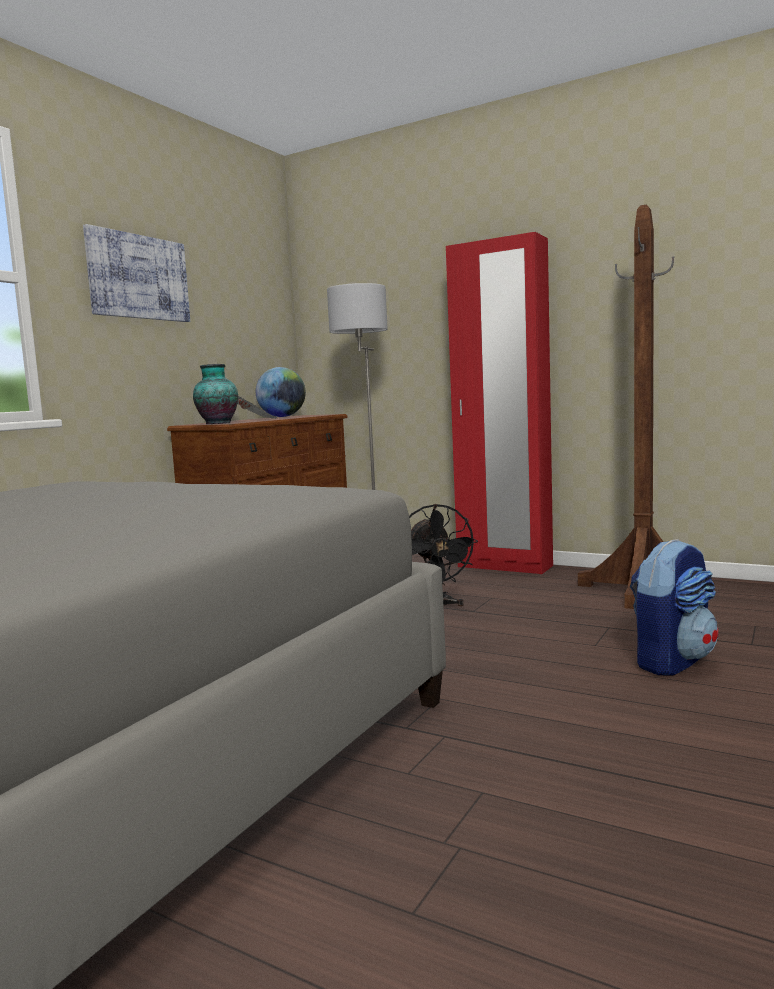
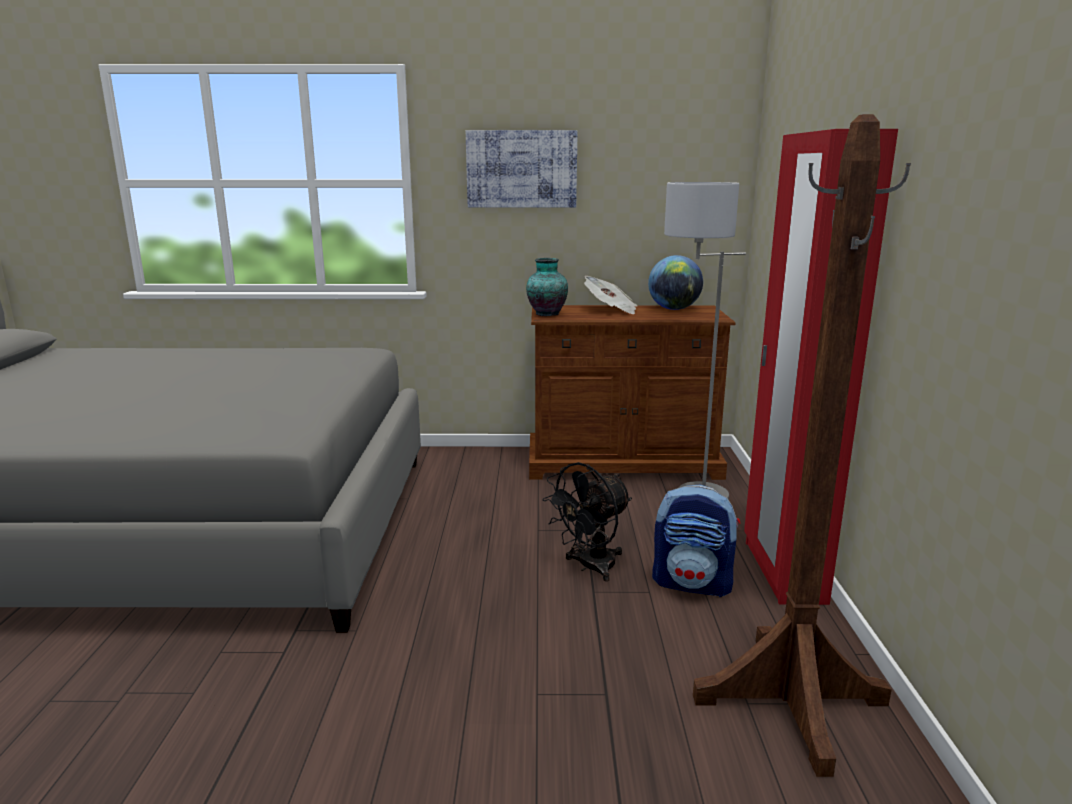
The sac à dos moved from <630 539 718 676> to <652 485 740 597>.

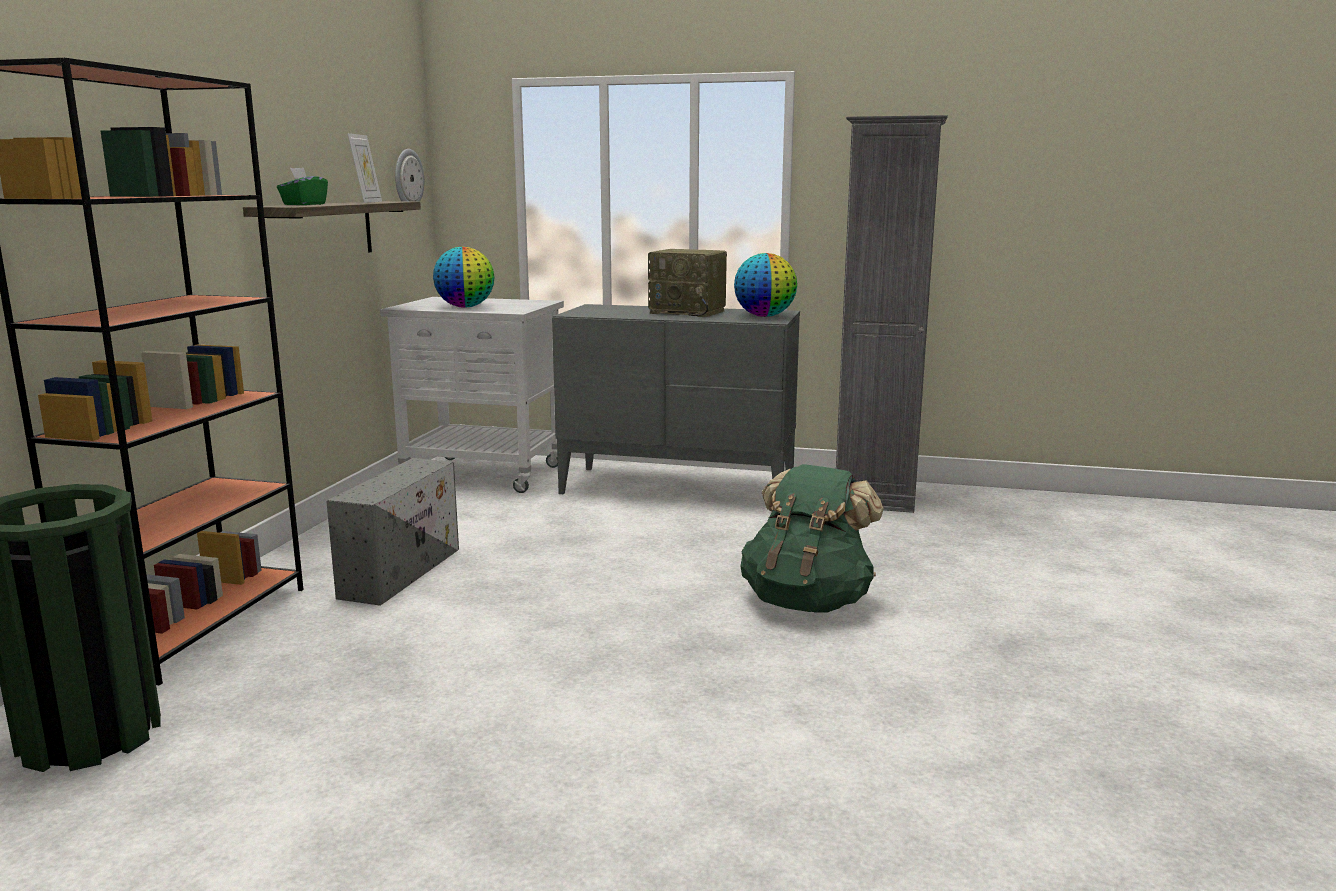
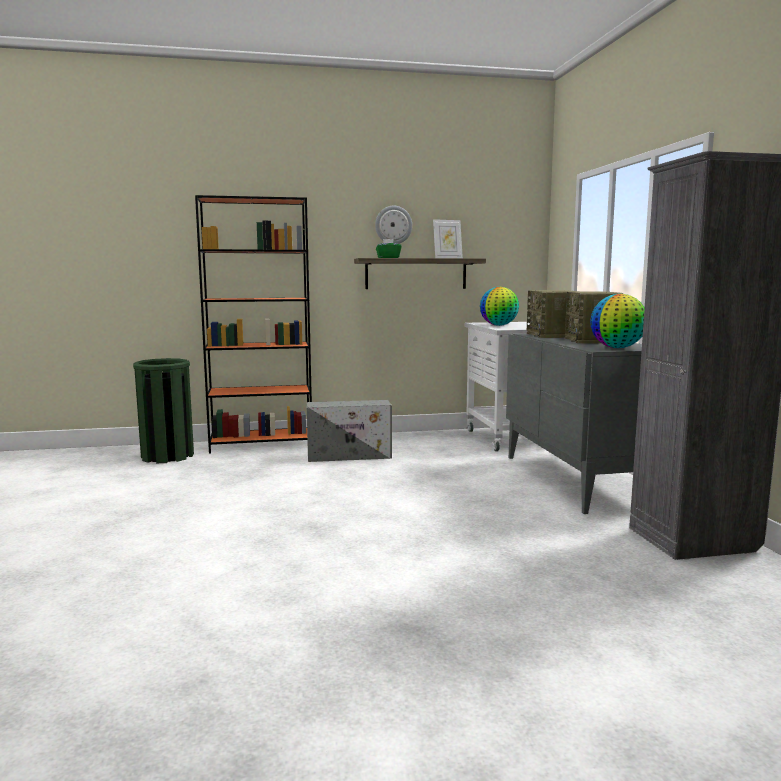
The horloge murale moved from <395 149 424 202> to <375 206 412 244>. The sac à dos [vert] at <740 464 884 612> disappeared. The radio at <527 290 580 338> appeared.

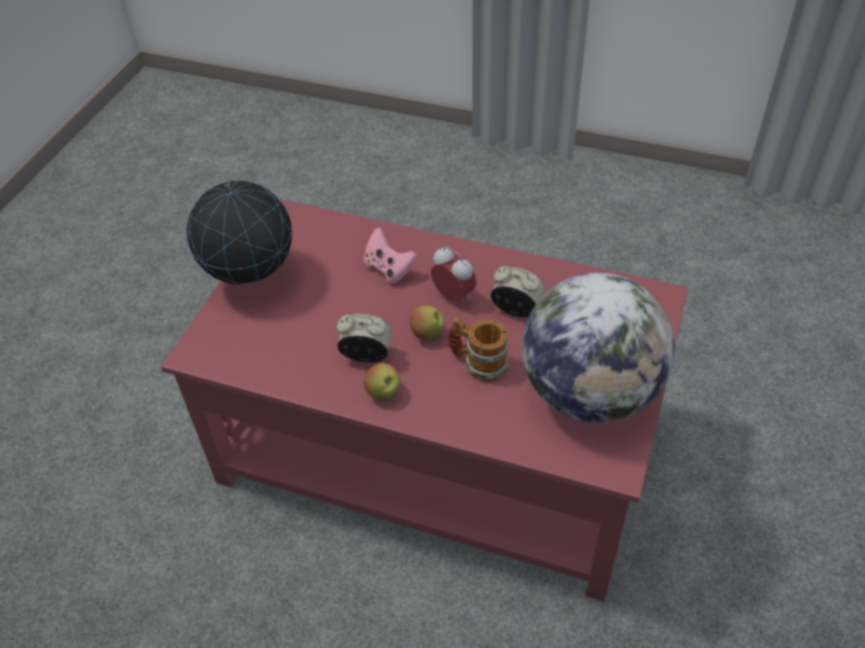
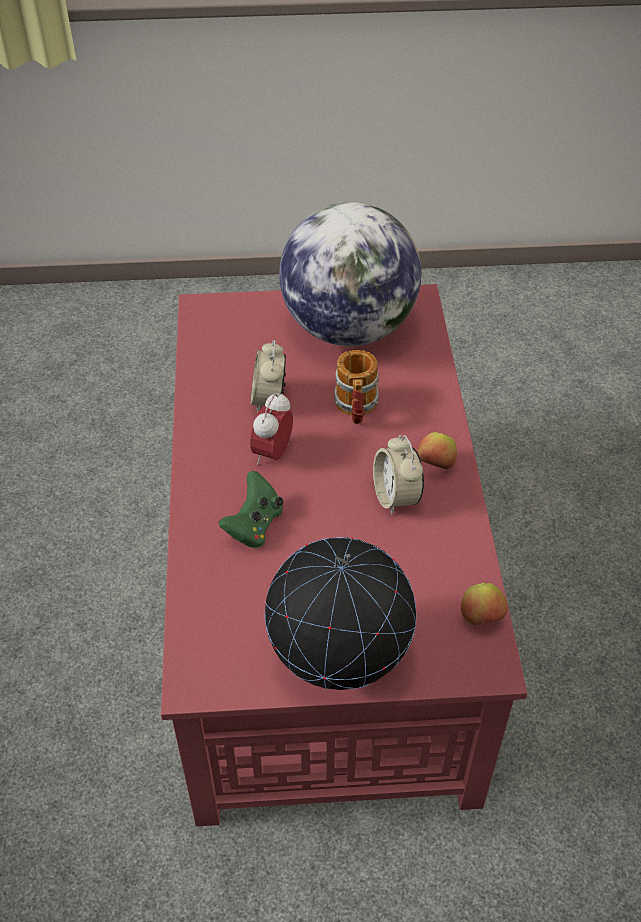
The manette [rose] at <364 227 418 283> became the manette [vert] at <219 471 283 548>. The pomme moved from <409 305 444 341> to <461 583 508 625>.

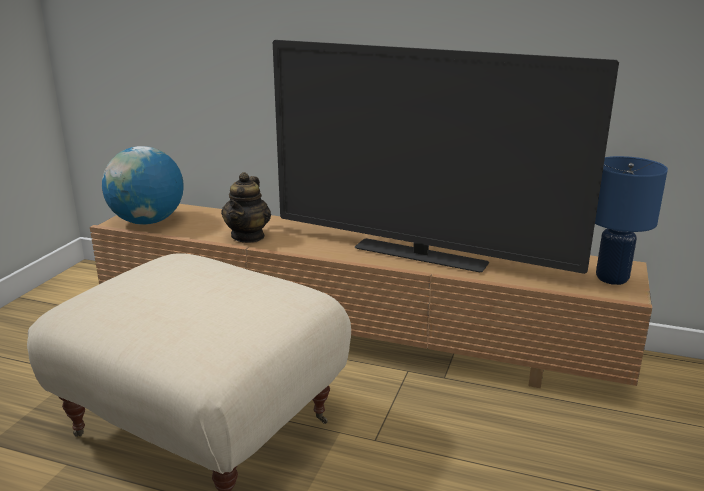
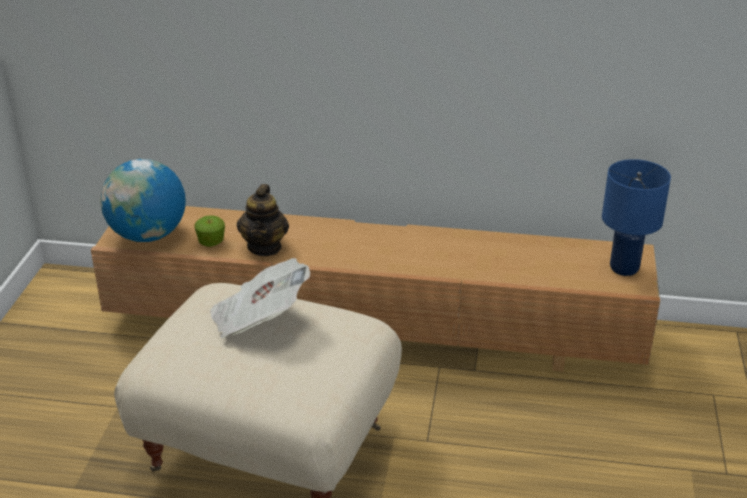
The téléviseur at <273 40 619 274> disappeared. The pomme at <194 215 225 247> appeared. The journal at <210 258 310 339> appeared.

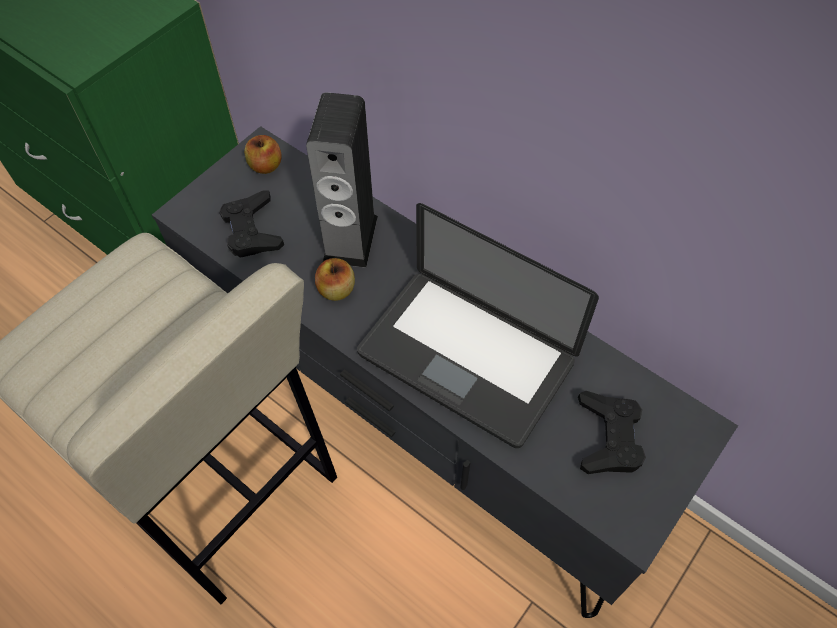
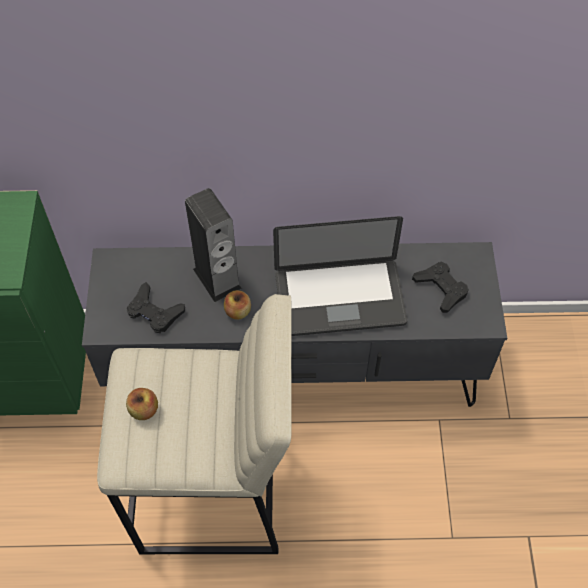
The pomme moved from <244 135 282 174> to <126 388 158 420>.

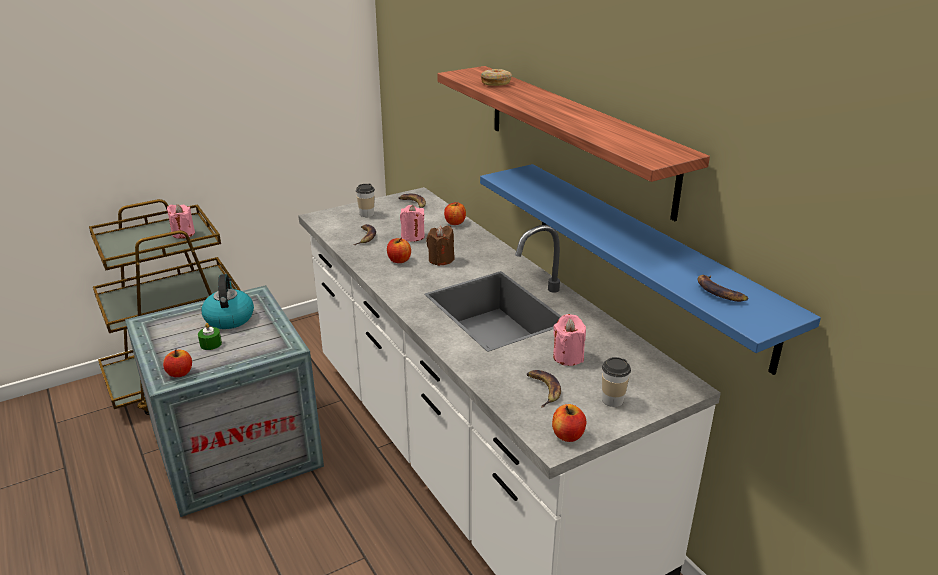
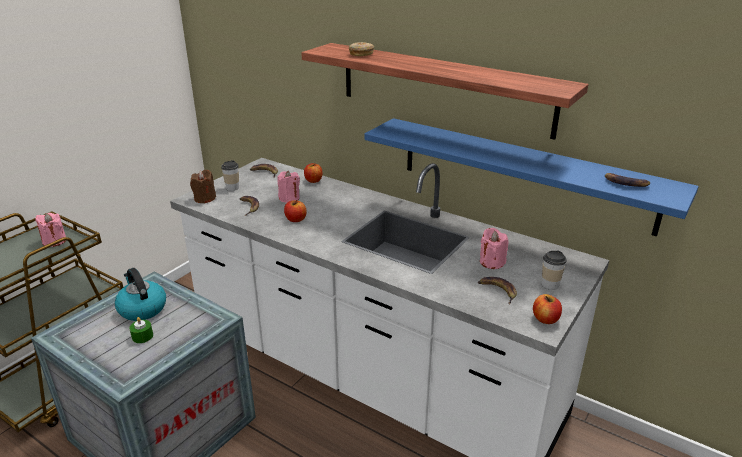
The bougie [marron] moved from <426 226 455 266> to <190 170 216 203>. The pomme at <163 349 192 377> disappeared.

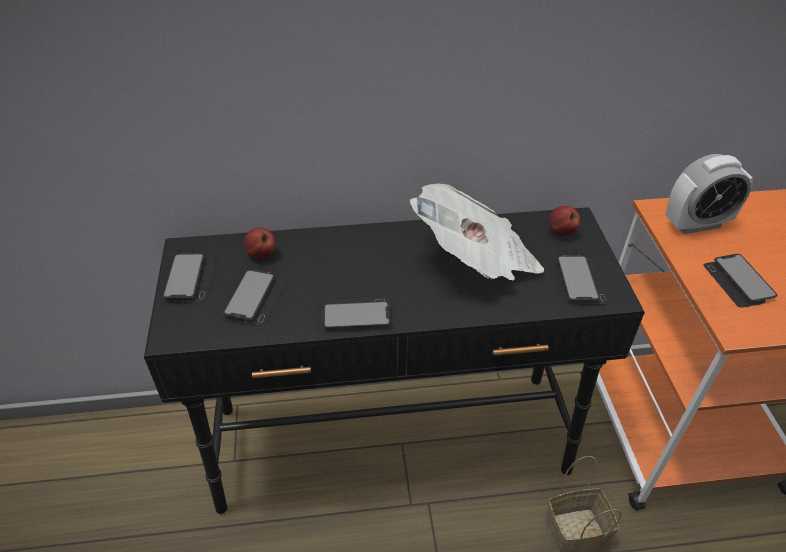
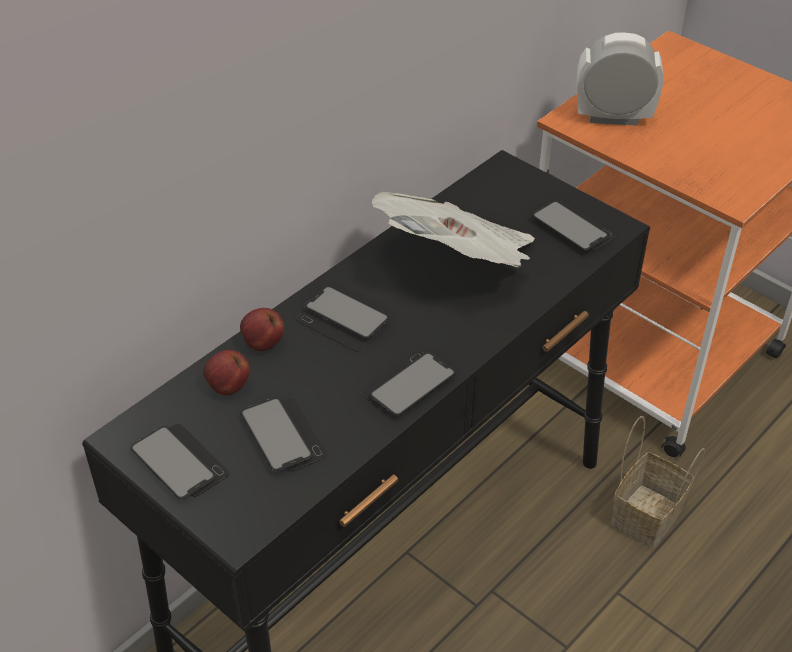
The réveil at <666 154 753 234> turned 120 degrees counterclockwise. The pomme moved from <549 206 581 236> to <240 308 284 351>. The téléphone moved from <704 254 777 308> to <296 286 389 352>.

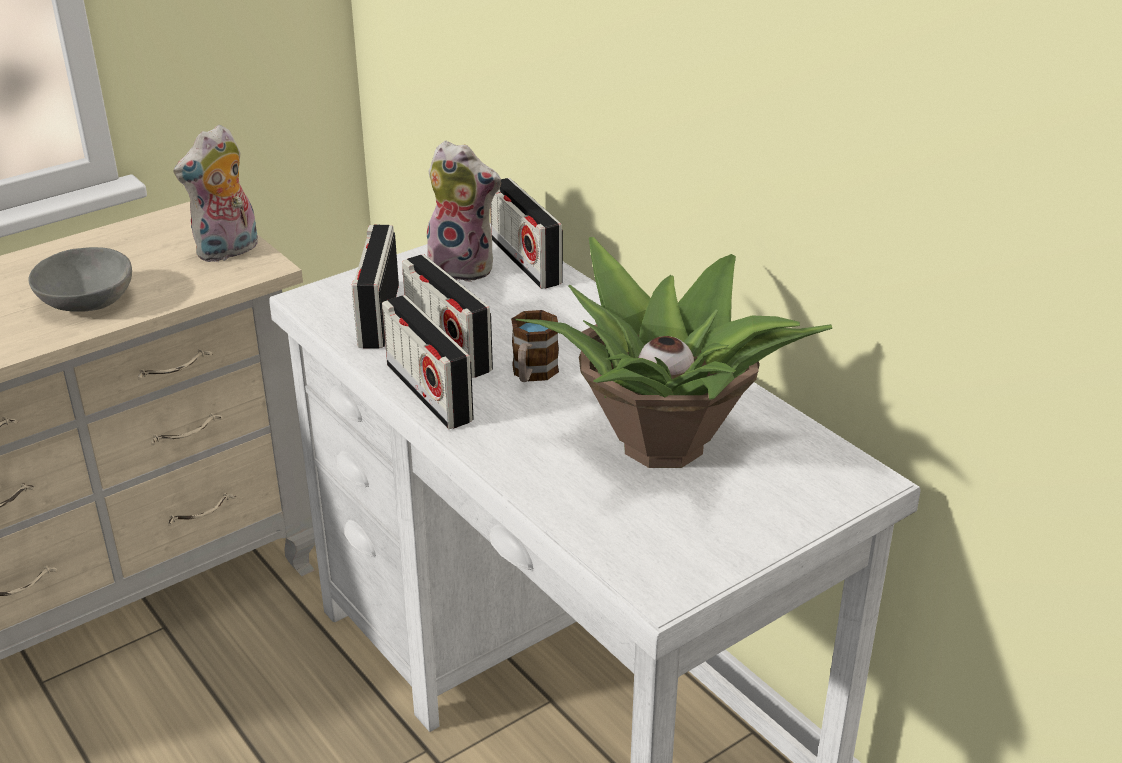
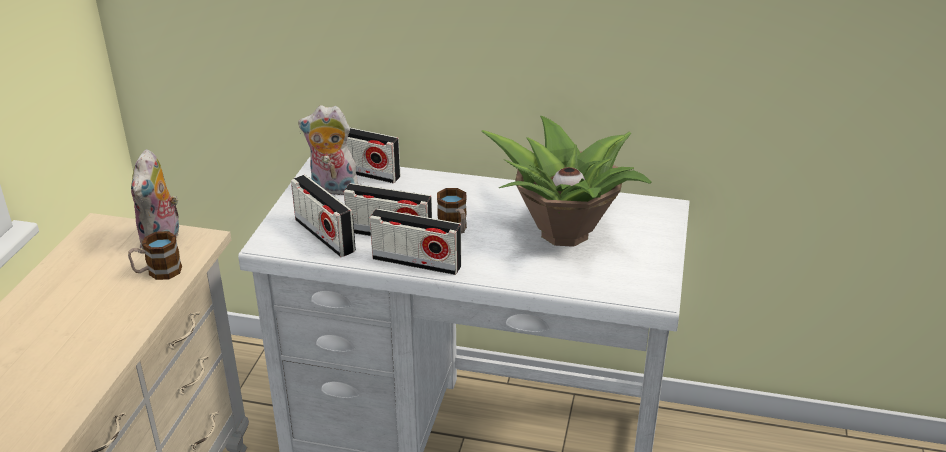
The peluche at <427 141 501 282> turned 150 degrees counterclockwise. The bol [gris] at <28 247 132 312> disappeared. The mug at <128 231 182 280> appeared.

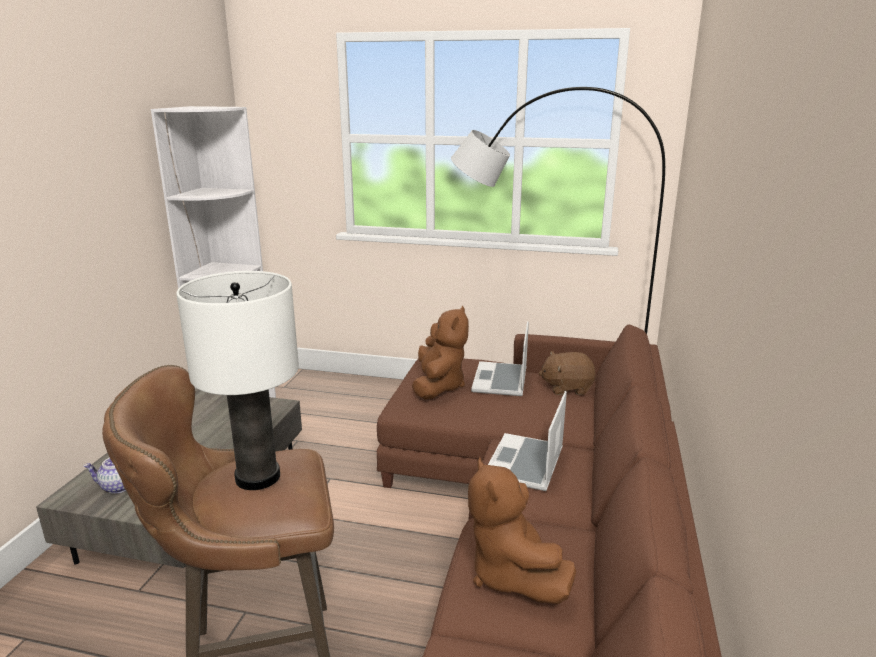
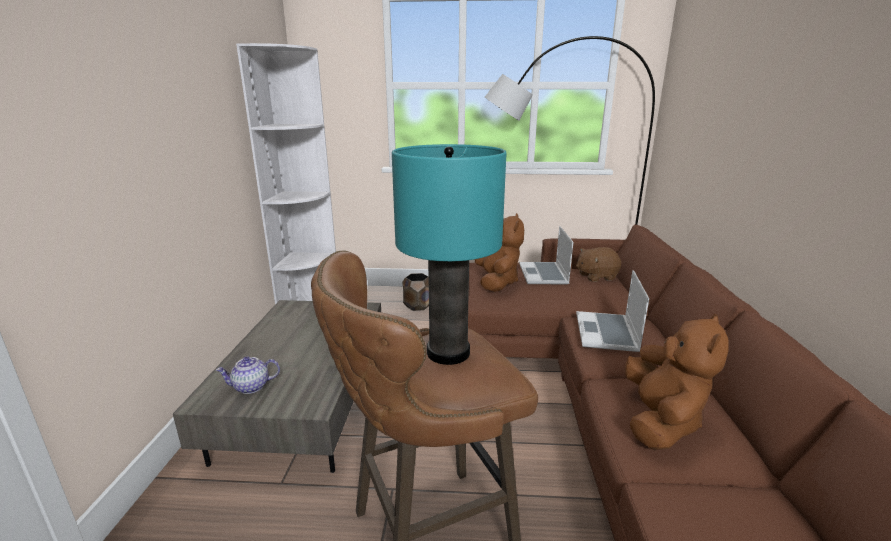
The lampe de table [blanc] at <177 271 299 490> became the lampe de table [turquoise] at <392 144 506 365>. The peluche [marron] at <468 457 576 604> turned 135 degrees counterclockwise. The cache-pot [marron] at <402 273 429 311> appeared.

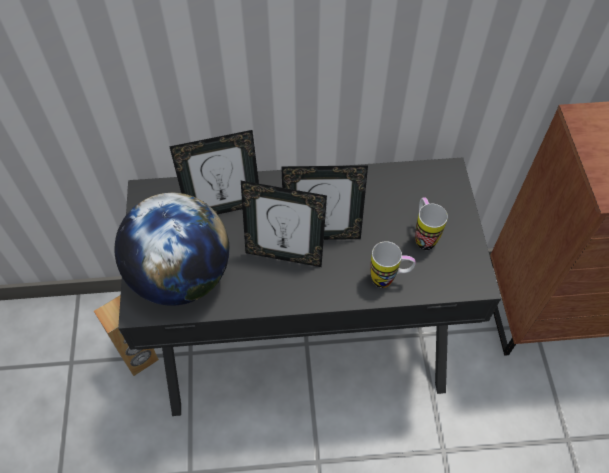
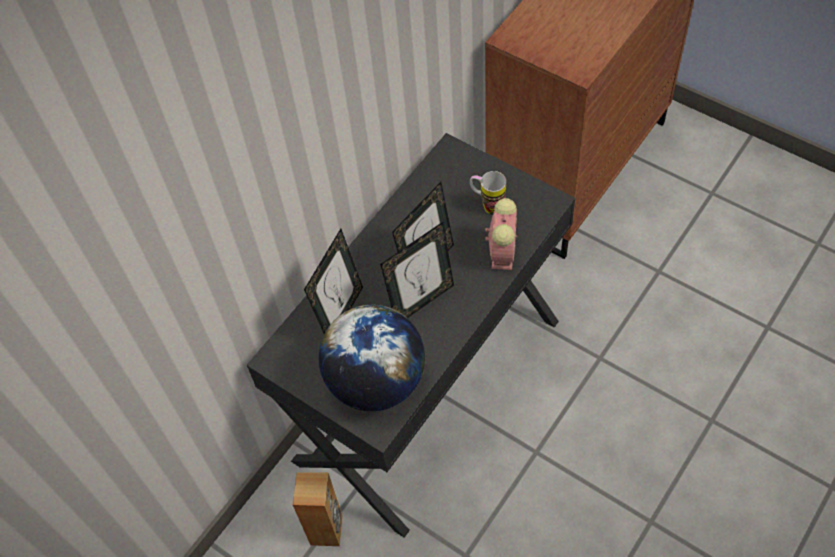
The mug at <370 241 416 288> was replaced by the réveil at <485 198 517 270>.

